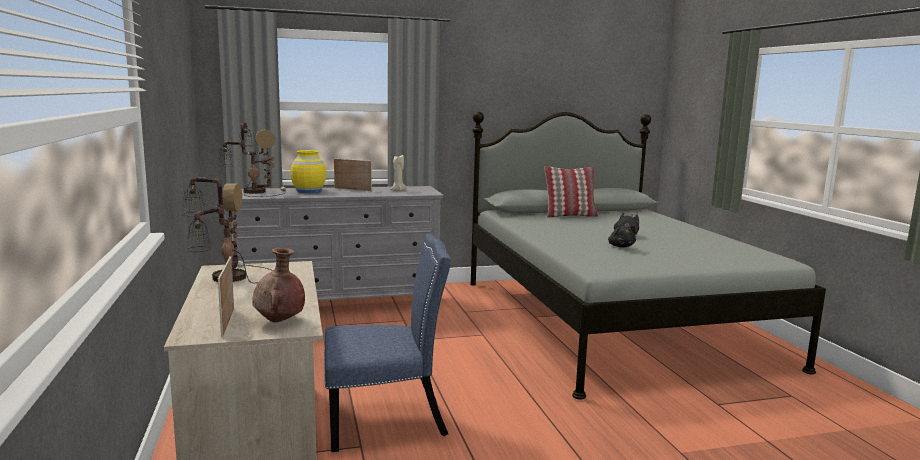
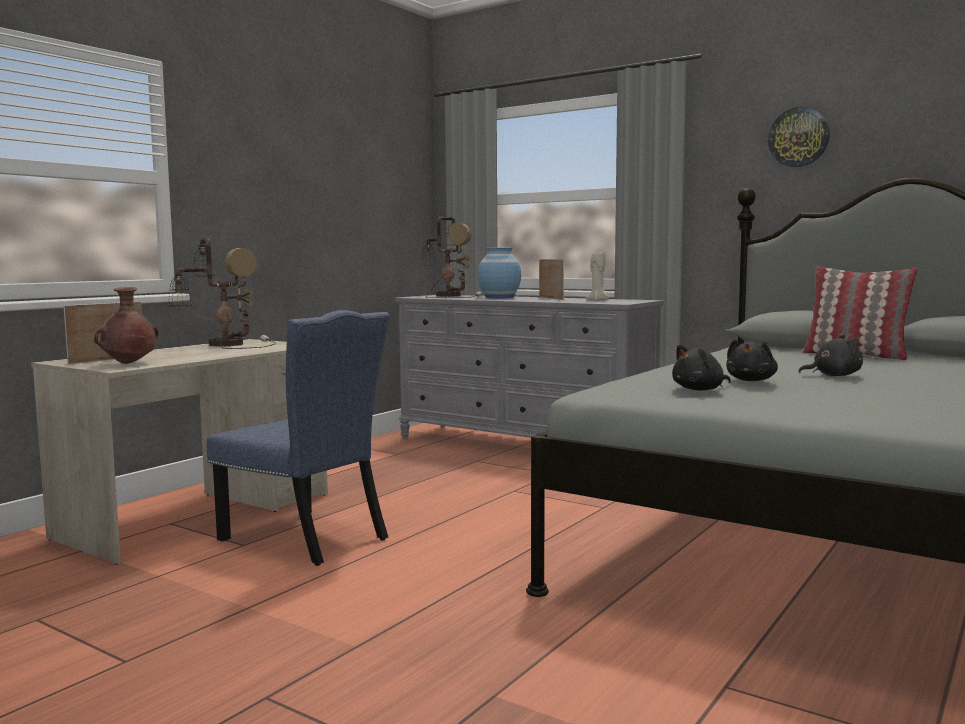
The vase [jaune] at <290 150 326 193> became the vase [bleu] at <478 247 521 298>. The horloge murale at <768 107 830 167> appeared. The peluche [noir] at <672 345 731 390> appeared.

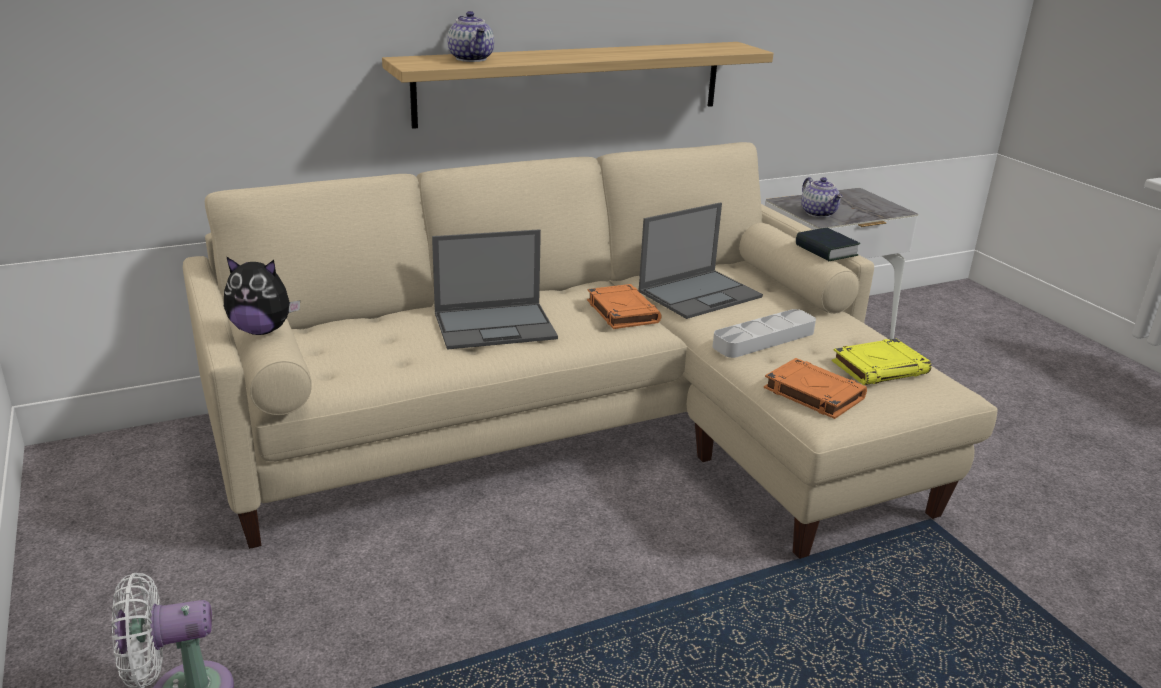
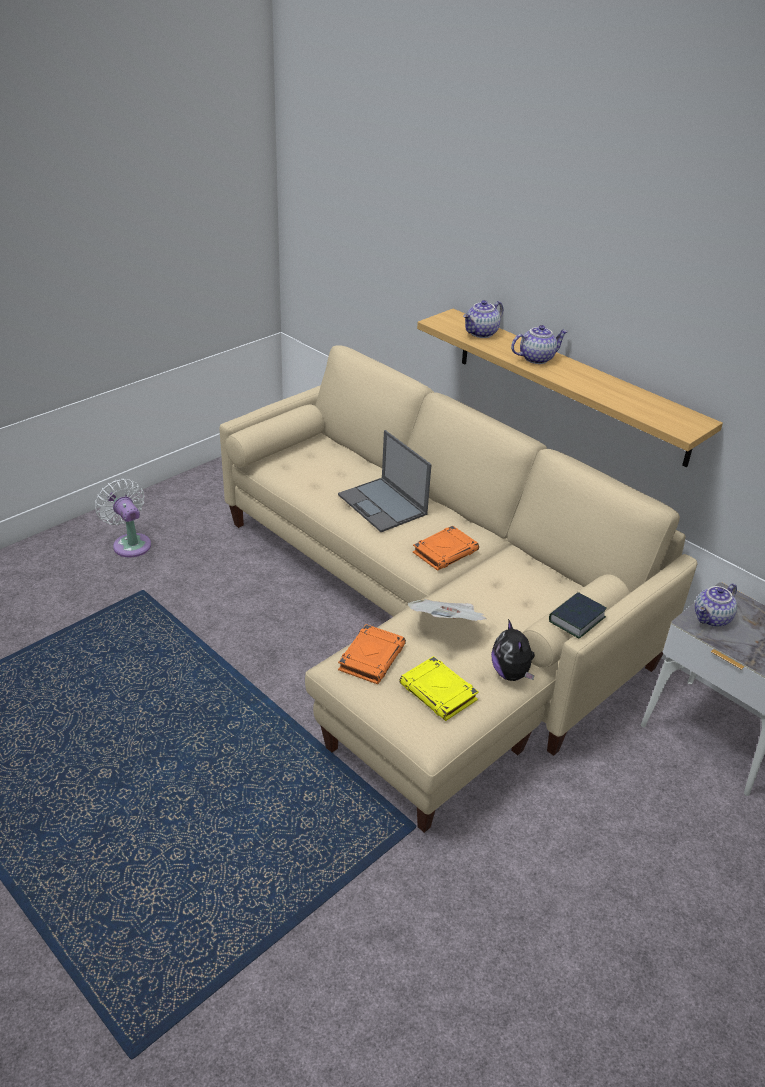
The ordinateur portable at <638 202 763 319> disappeared. The peluche moved from <224 257 300 335> to <491 619 535 681>. The plateau [gris] at <712 309 816 358> was replaced by the journal at <408 599 487 621>. The théière at <511 325 568 364> appeared.

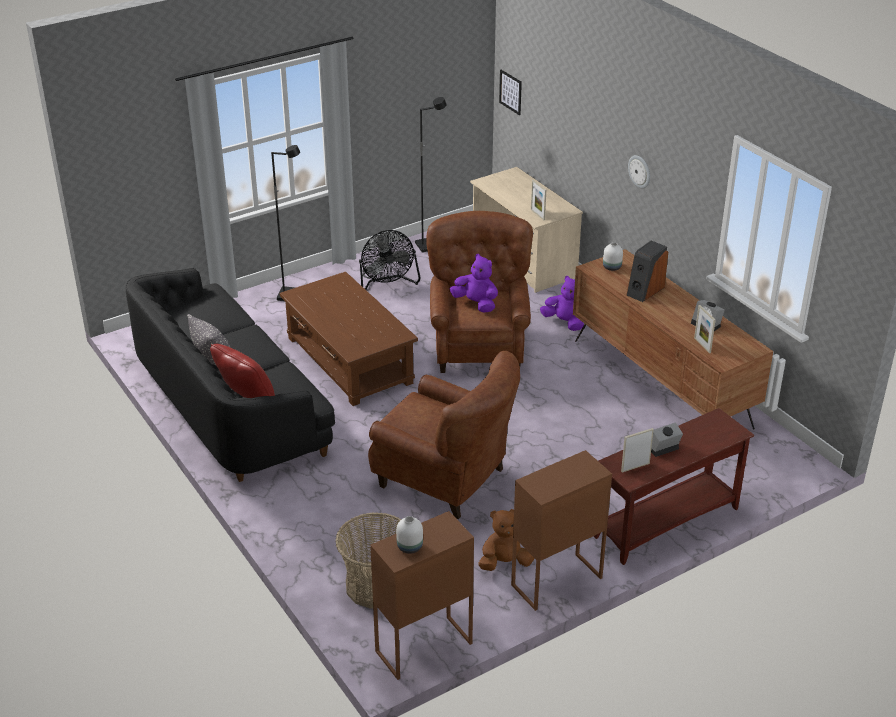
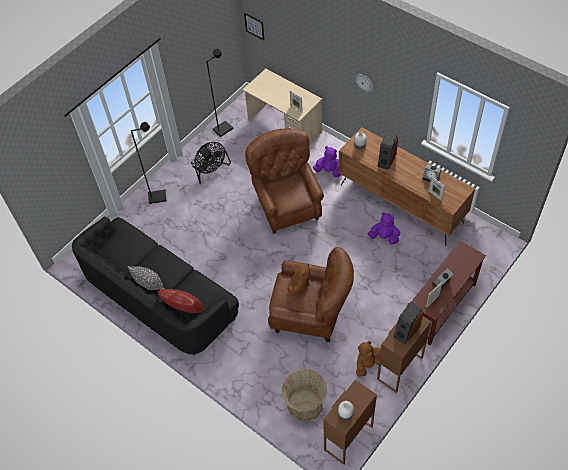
The peluche [violet] moved from <450 254 498 313> to <367 212 400 245>. The table basse [marron] at <280 272 418 406> disappeared. The peluche [marron] at <287 263 310 296> appeared. The enceinte at <393 302 423 345> appeared.

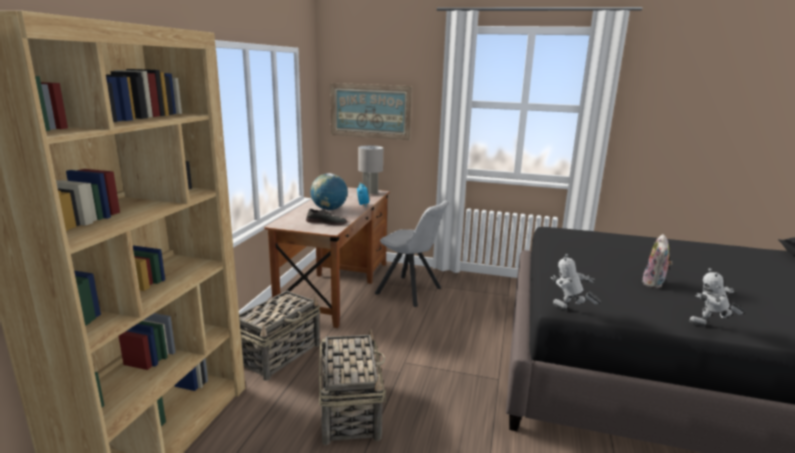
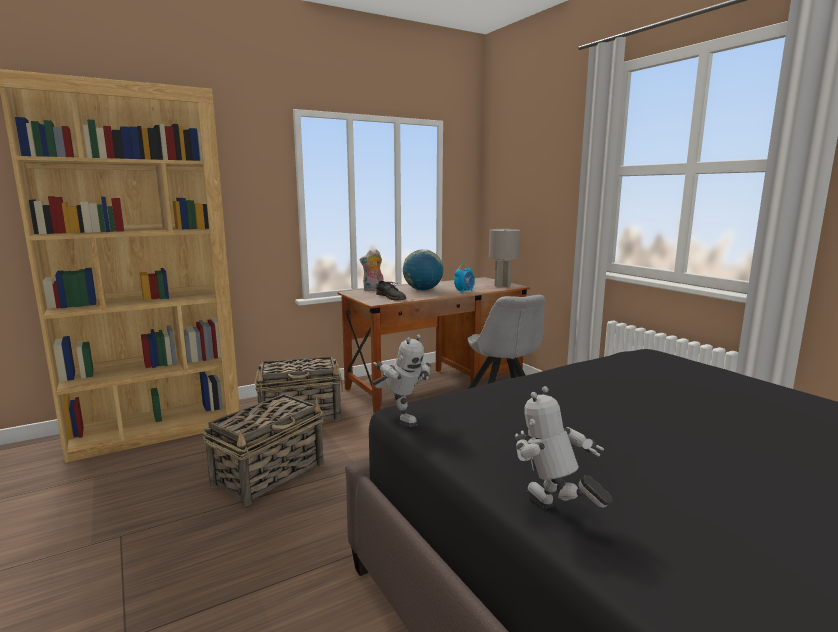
The tableau at <330 83 412 140> disappeared. The peluche moved from <642 234 673 288> to <360 249 384 291>. The robot jouet at <551 254 601 310> turned 150 degrees clockwise.

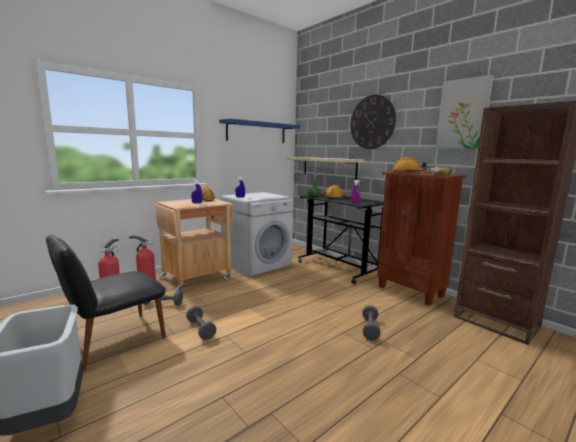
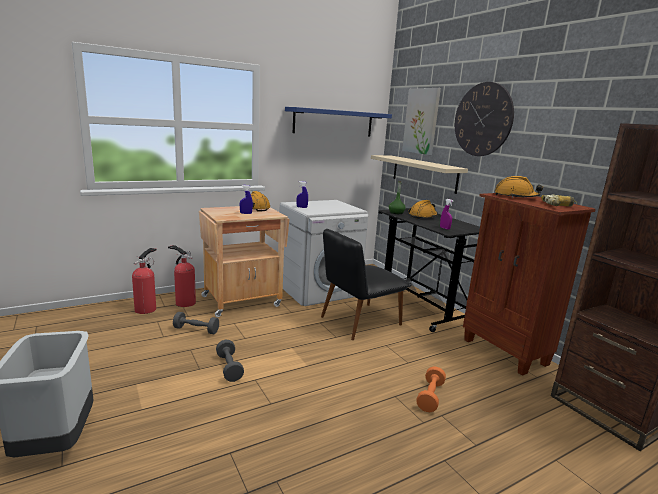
The tableau moved from <435 75 494 149> to <402 88 441 155>. The chaise [noir] moved from <46 235 166 371> to <321 229 410 340>. The haltère [gris] at <362 305 381 340> became the haltère [orange] at <416 366 446 412>.

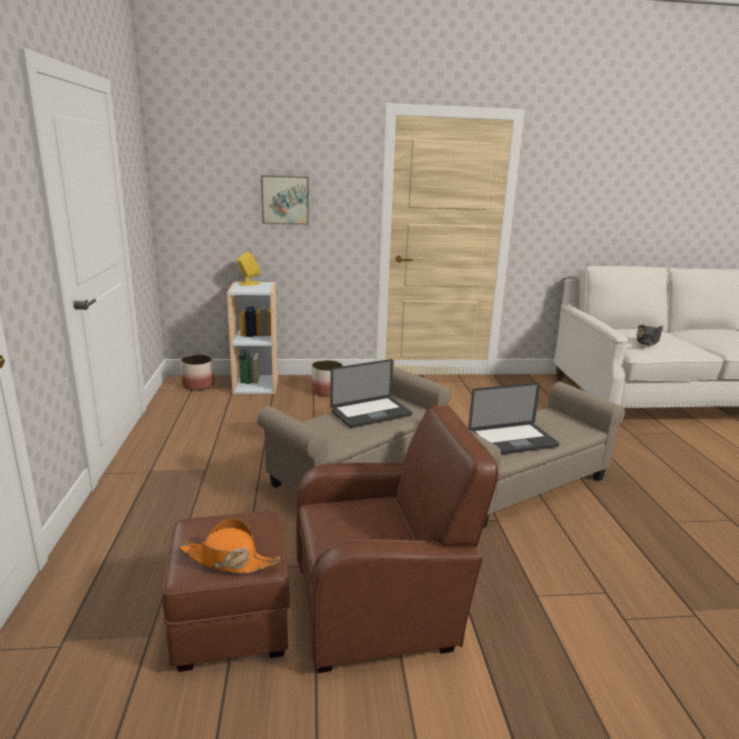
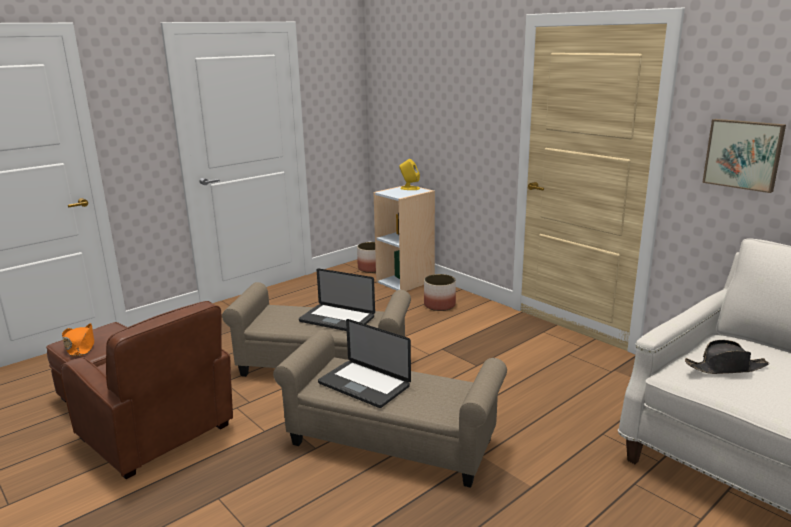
The tableau moved from <261 175 309 225> to <702 119 786 193>.

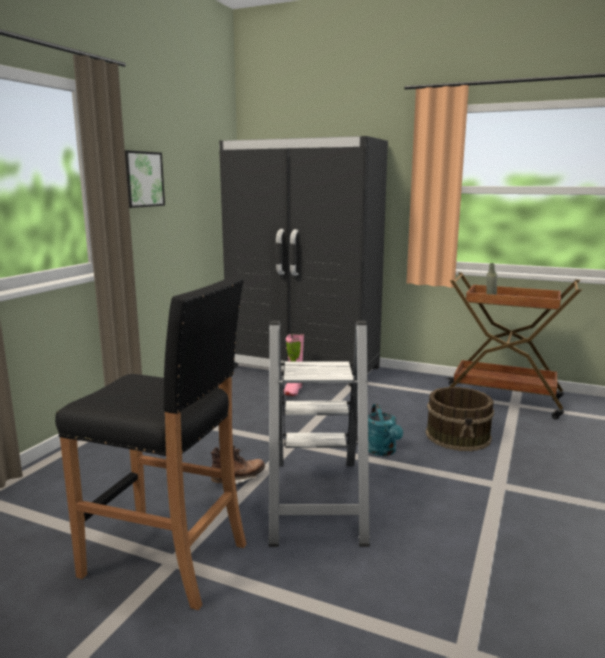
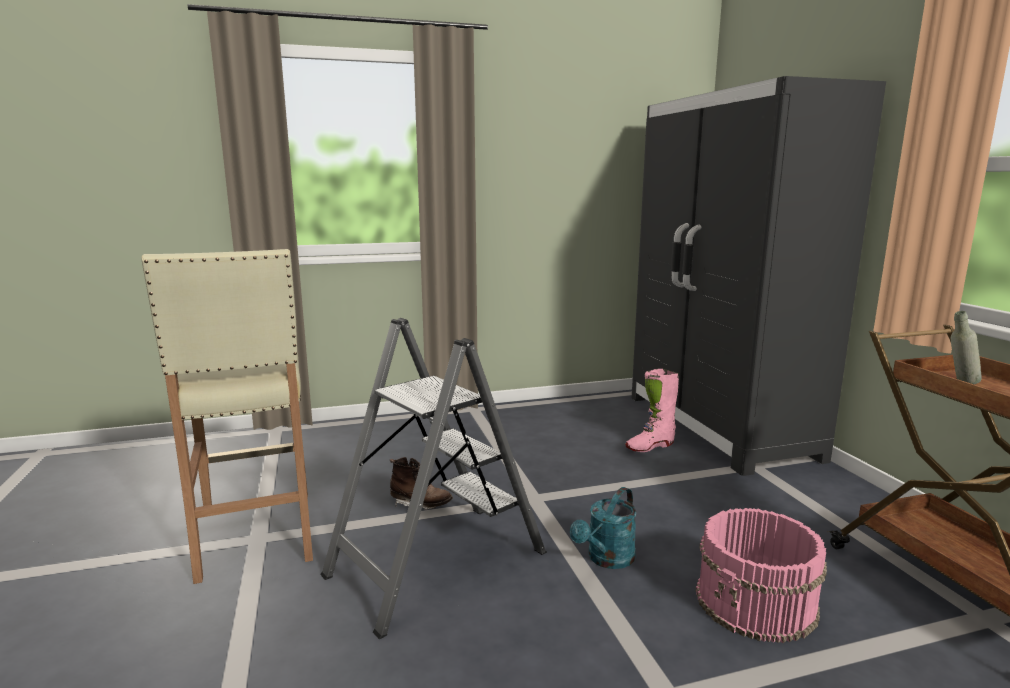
The tableau at <125 150 165 208> disappeared. The tabouret [noir] at <55 275 246 610> became the tabouret [beige] at <141 249 313 584>. The seau [marron] at <426 387 494 451> became the seau [rose] at <695 508 827 643>.

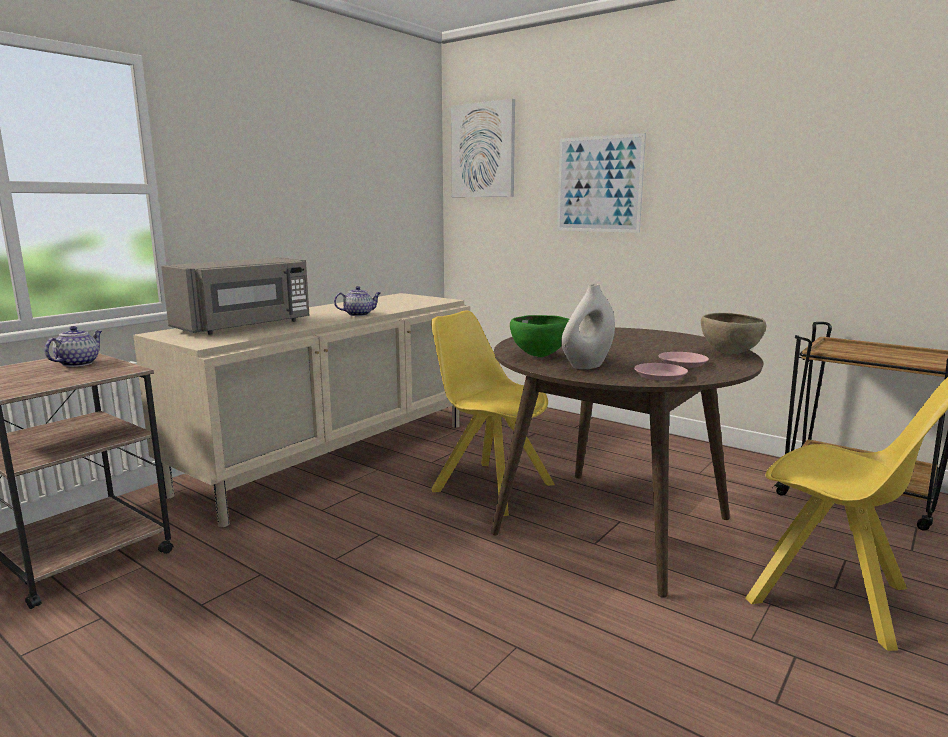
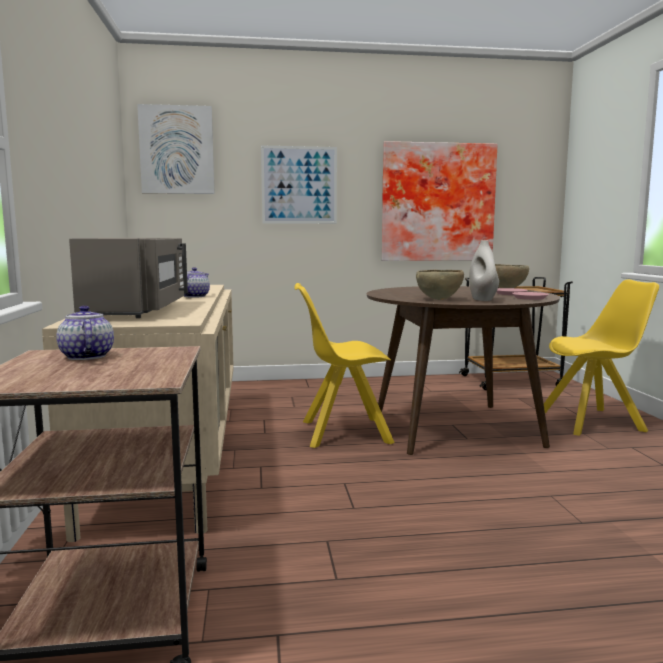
The bol [vert] at <510 315 569 357> became the bol [marron] at <416 270 464 300>. The tableau at <382 141 498 261> appeared.

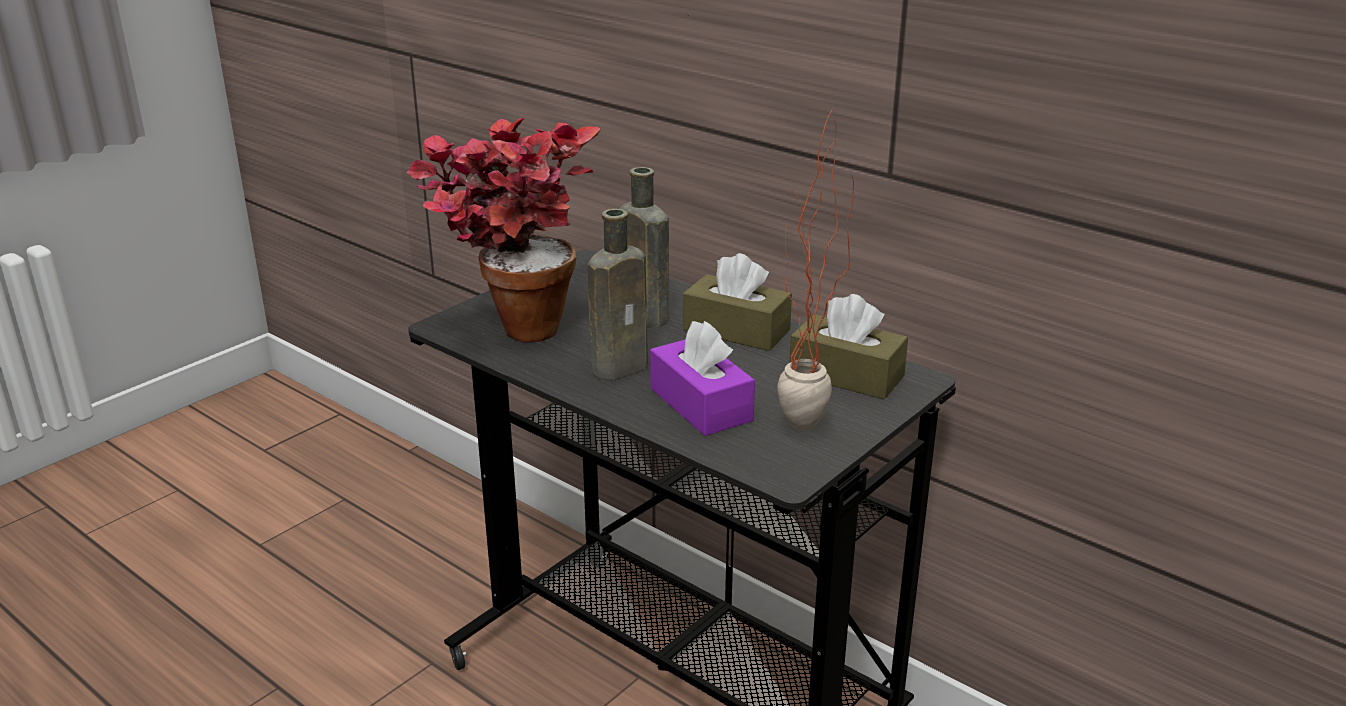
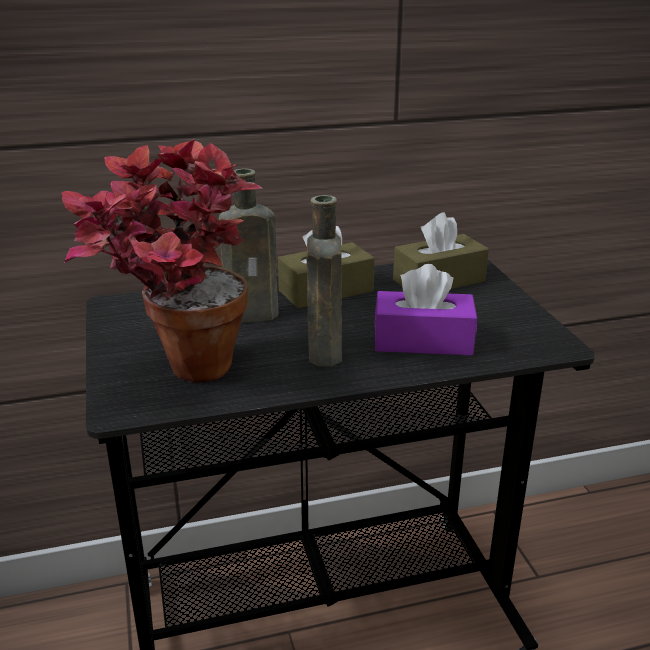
The plante en pot at <777 109 854 430> disappeared.

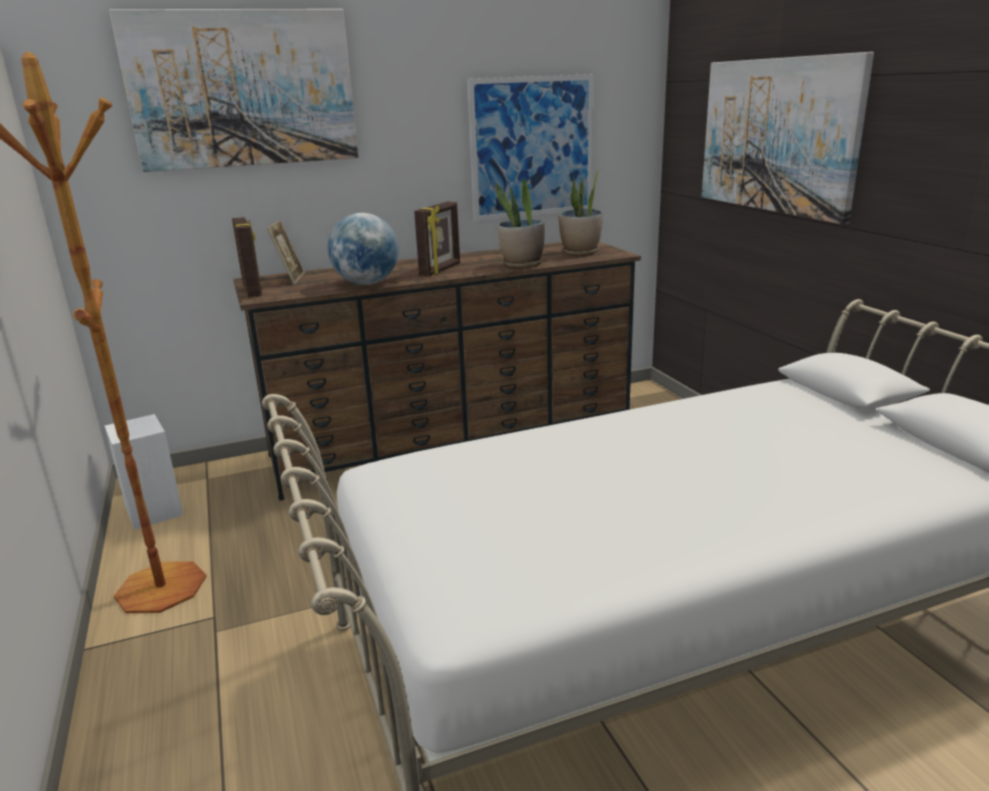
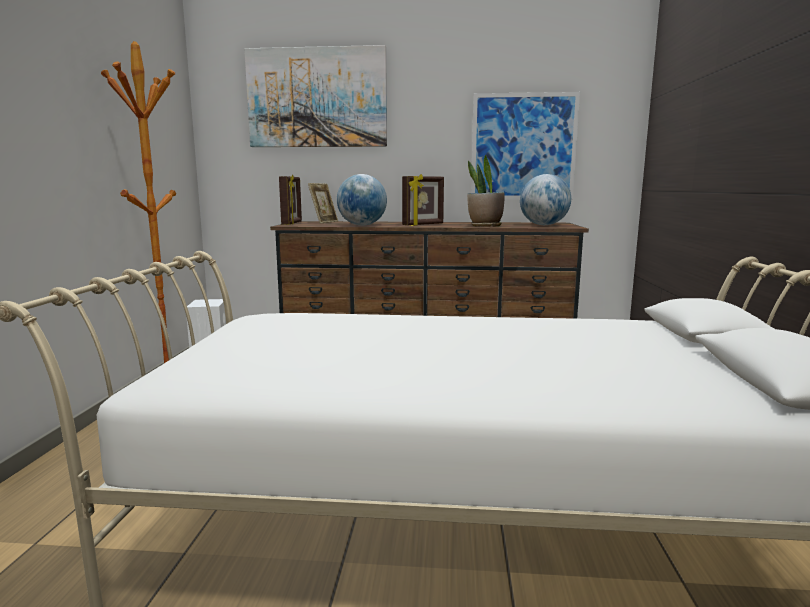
The tableau at <702 52 874 224> disappeared. The plante en pot at <558 168 603 255> was replaced by the globe at <520 174 571 225>.

